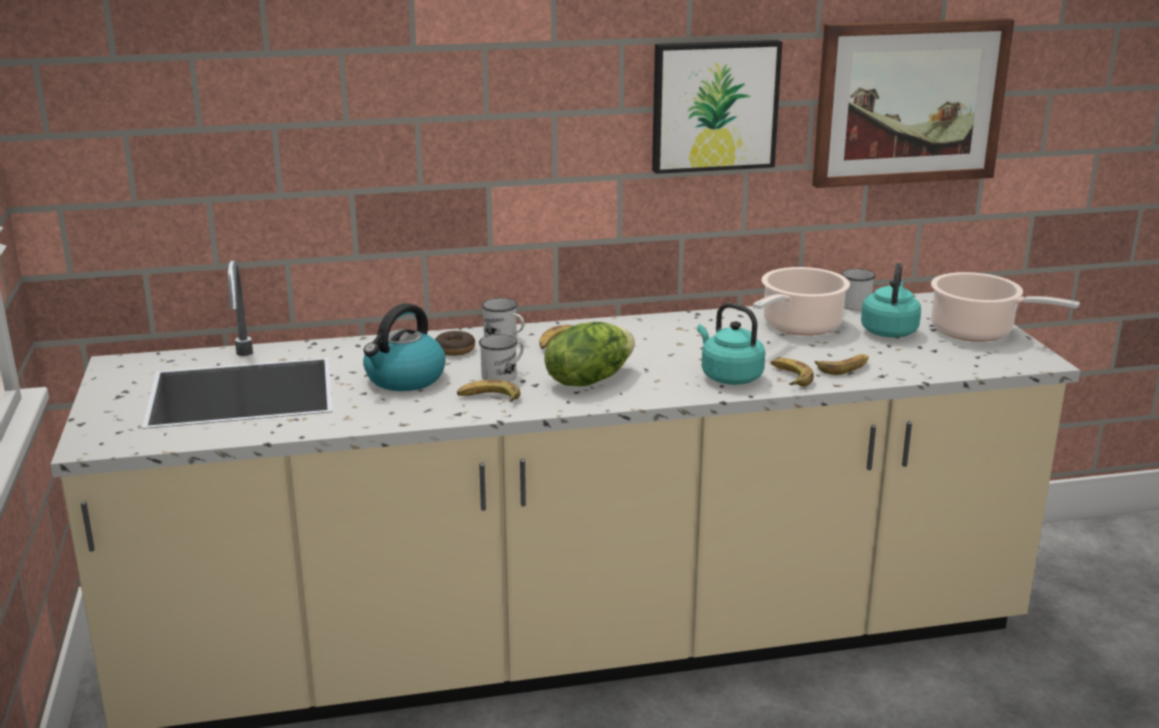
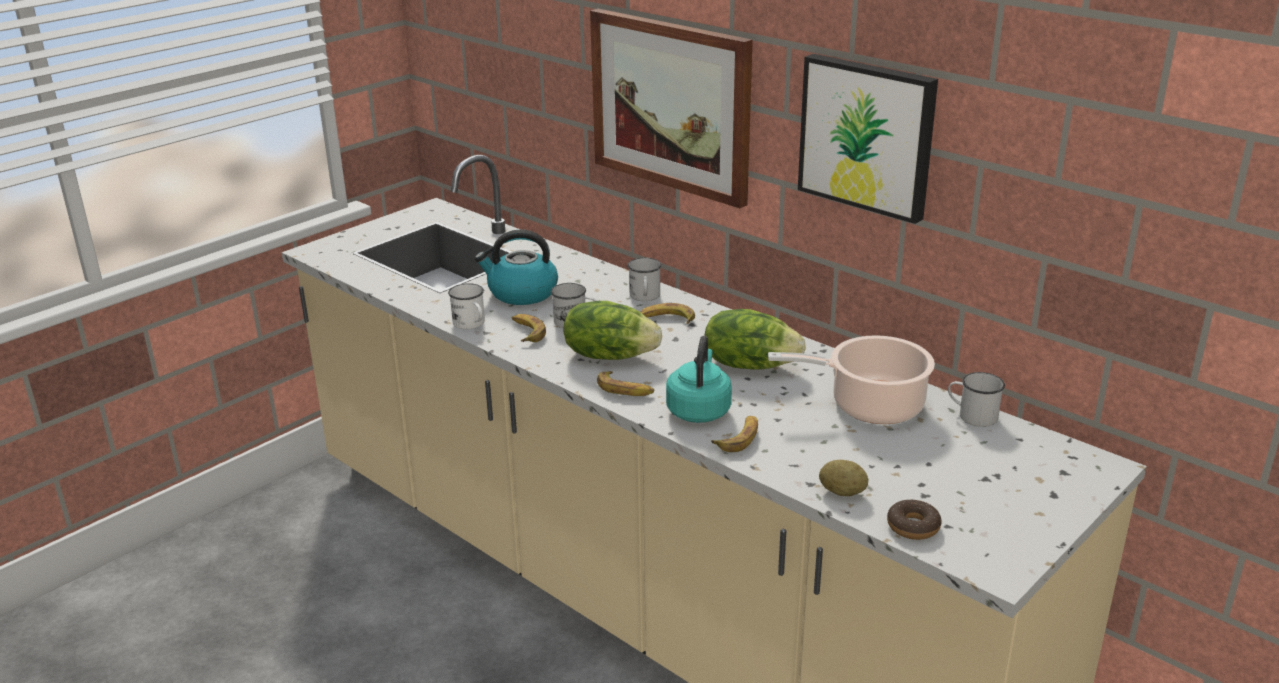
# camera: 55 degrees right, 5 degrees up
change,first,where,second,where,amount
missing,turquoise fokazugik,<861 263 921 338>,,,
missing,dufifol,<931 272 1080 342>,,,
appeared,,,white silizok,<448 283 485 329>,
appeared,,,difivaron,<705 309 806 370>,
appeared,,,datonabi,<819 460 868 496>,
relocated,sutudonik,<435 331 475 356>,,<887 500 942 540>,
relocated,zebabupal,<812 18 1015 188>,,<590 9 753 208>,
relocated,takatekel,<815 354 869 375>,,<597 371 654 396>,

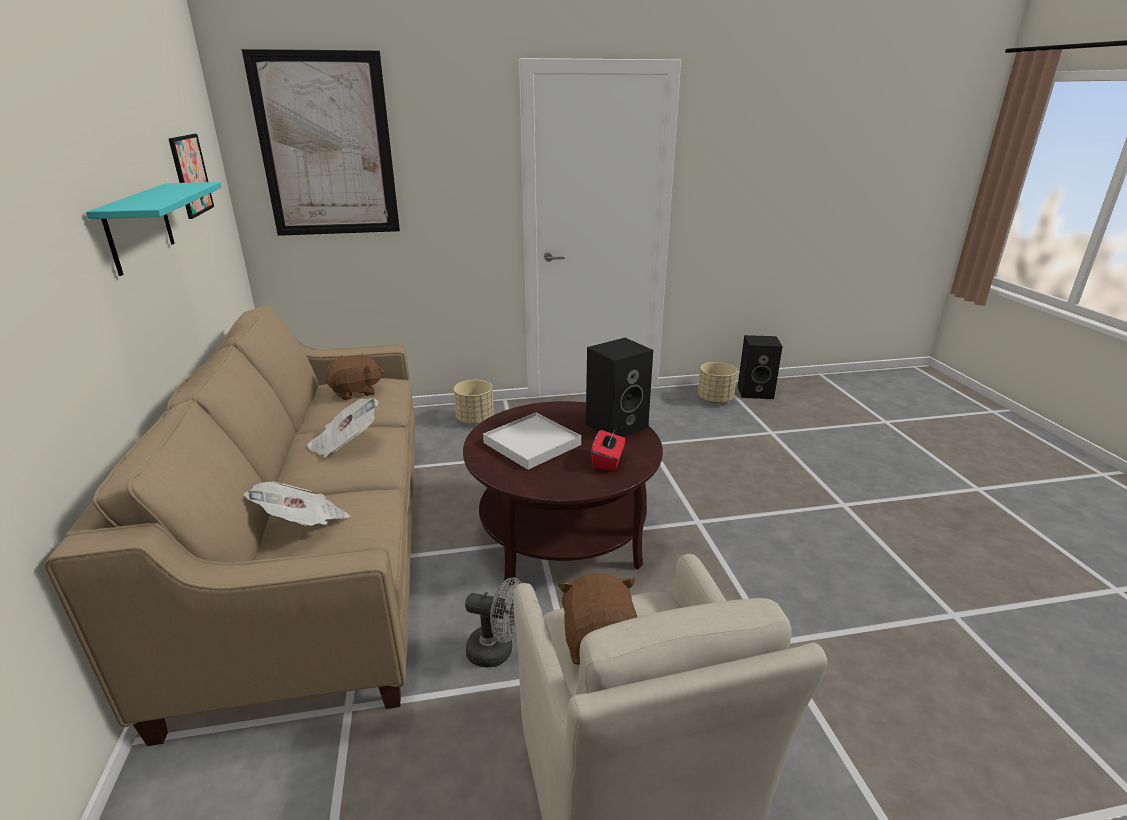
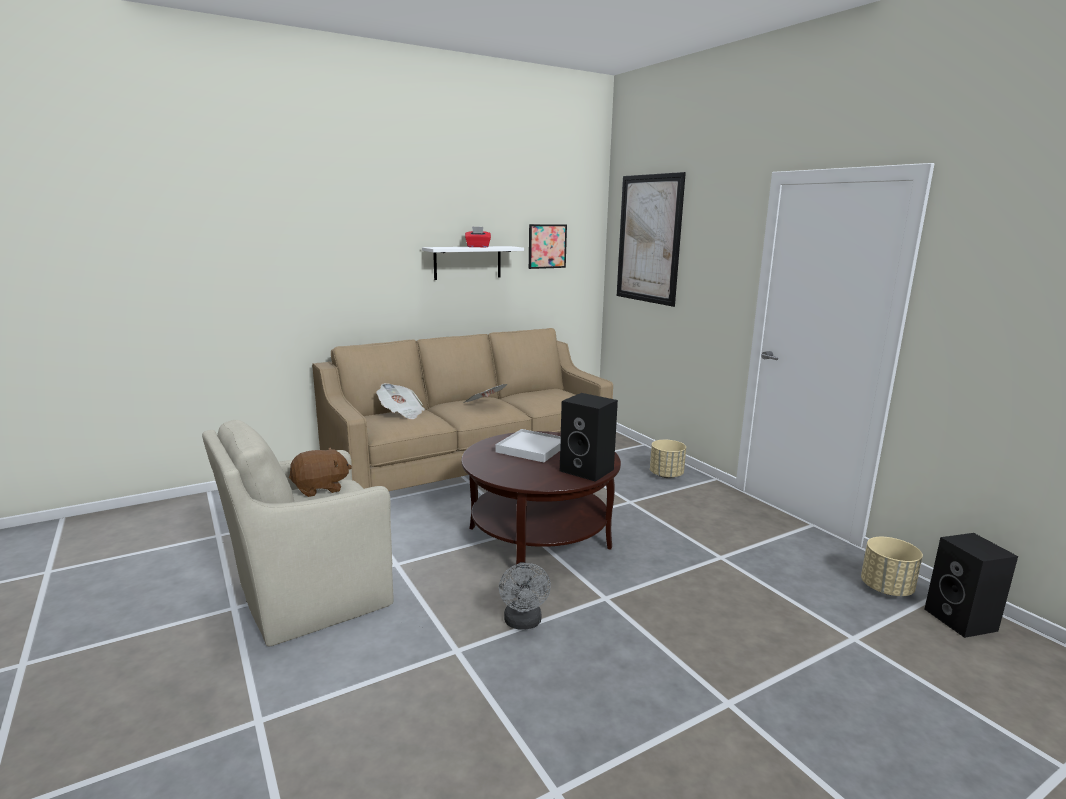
# camera: 70 degrees right, 10 degrees down
change,first,where,second,where,amount
missing,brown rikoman,<325 353 384 400>,,,
relocated,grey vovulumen,<465 578 521 667>,,<499 562 551 630>,
relocated,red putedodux,<591 429 625 471>,,<465 226 491 248>,
colour,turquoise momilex,<86 182 222 276>,white momilex,<422 246 524 280>,

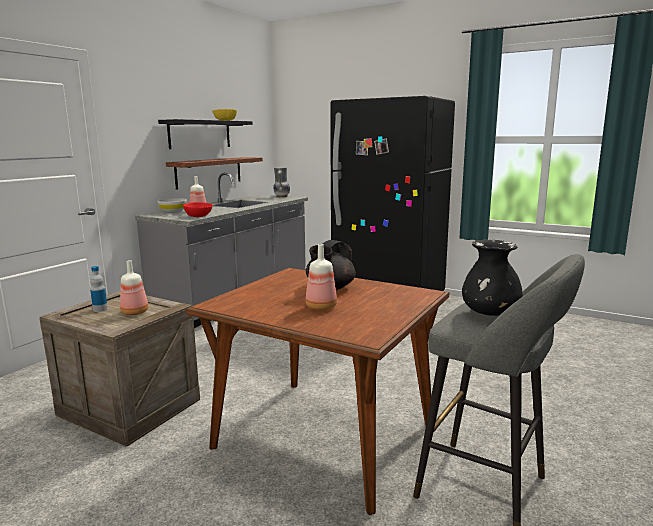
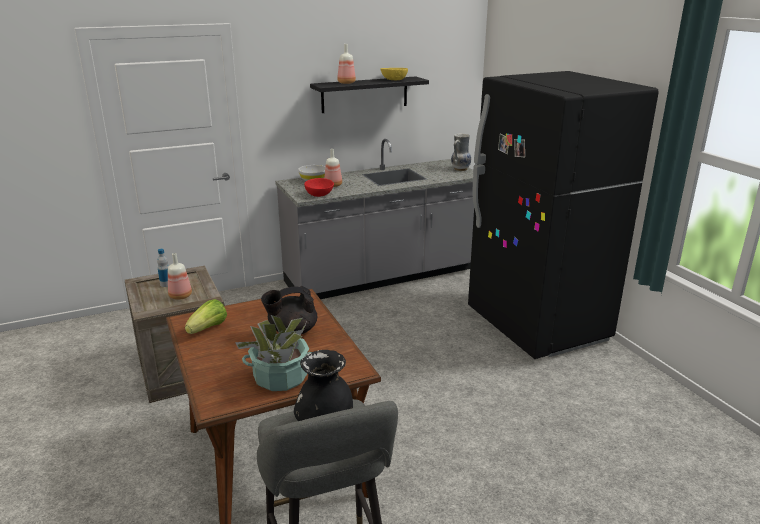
# camera: 35 degrees right, 10 degrees up
change,first,where,second,where,amount
missing,momilex,<166 157 263 190>,,,
appeared,,,difivaron,<185 299 227 334>,
appeared,,,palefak,<235 315 312 391>,
relocated,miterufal,<306 244 337 310>,,<337 44 356 84>,

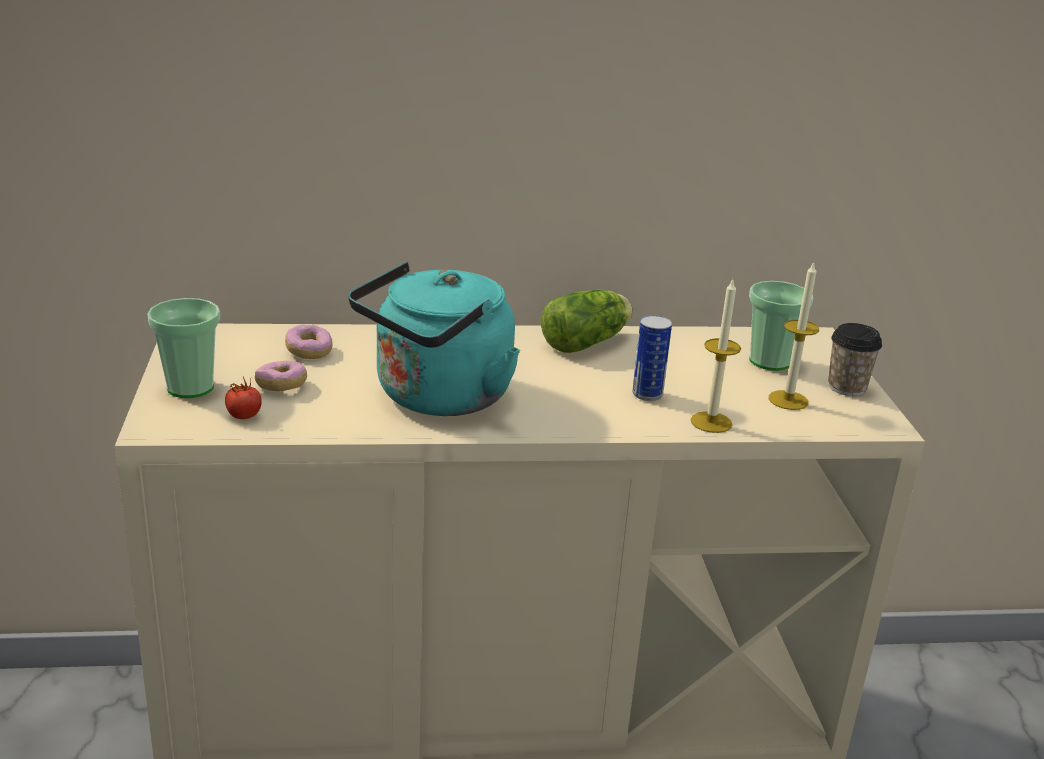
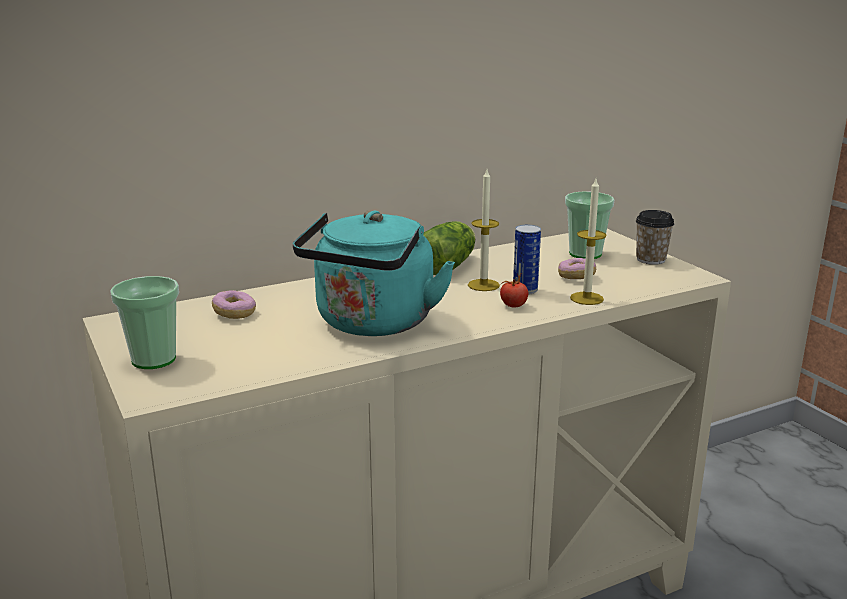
# camera: 20 degrees left, 5 degrees down
change,first,where,second,where,amount
relocated,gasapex,<225 376 262 419>,,<500 274 528 307>,
relocated,sutudonik,<255 361 307 391>,,<558 258 596 279>,
relocated,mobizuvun,<768 262 819 410>,,<468 170 500 291>,

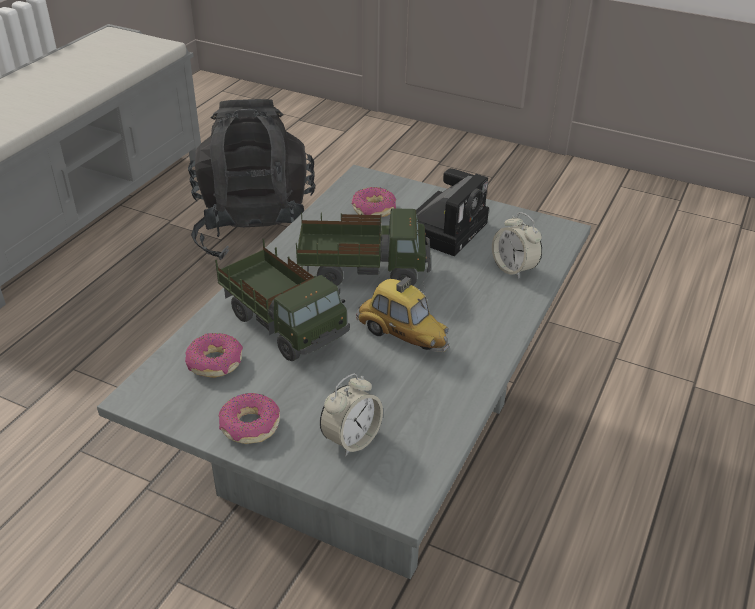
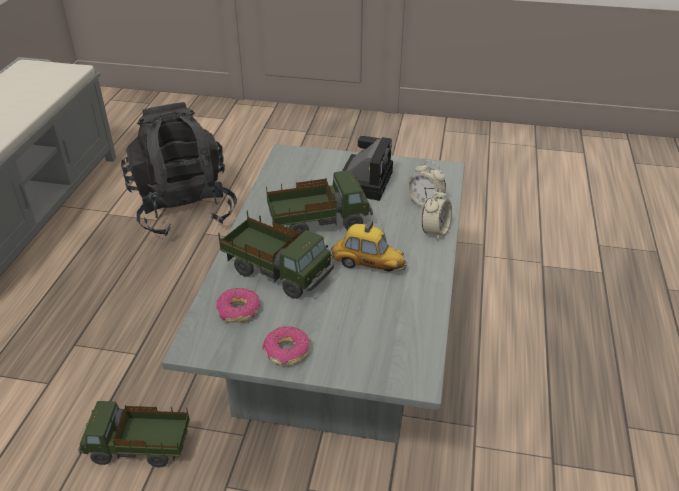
# camera: 15 degrees left, 0 degrees up
change,first,where,second,where,amount
missing,sutudonik,<352 187 396 217>,,,
appeared,,,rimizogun,<78 401 190 467>,
relocated,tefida,<320 373 383 457>,,<422 188 452 241>,

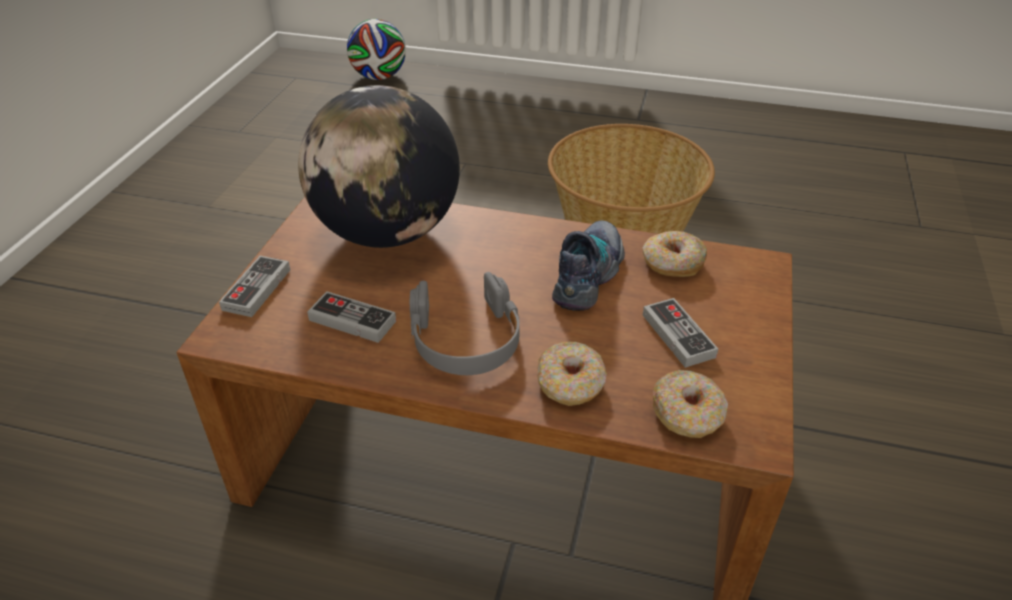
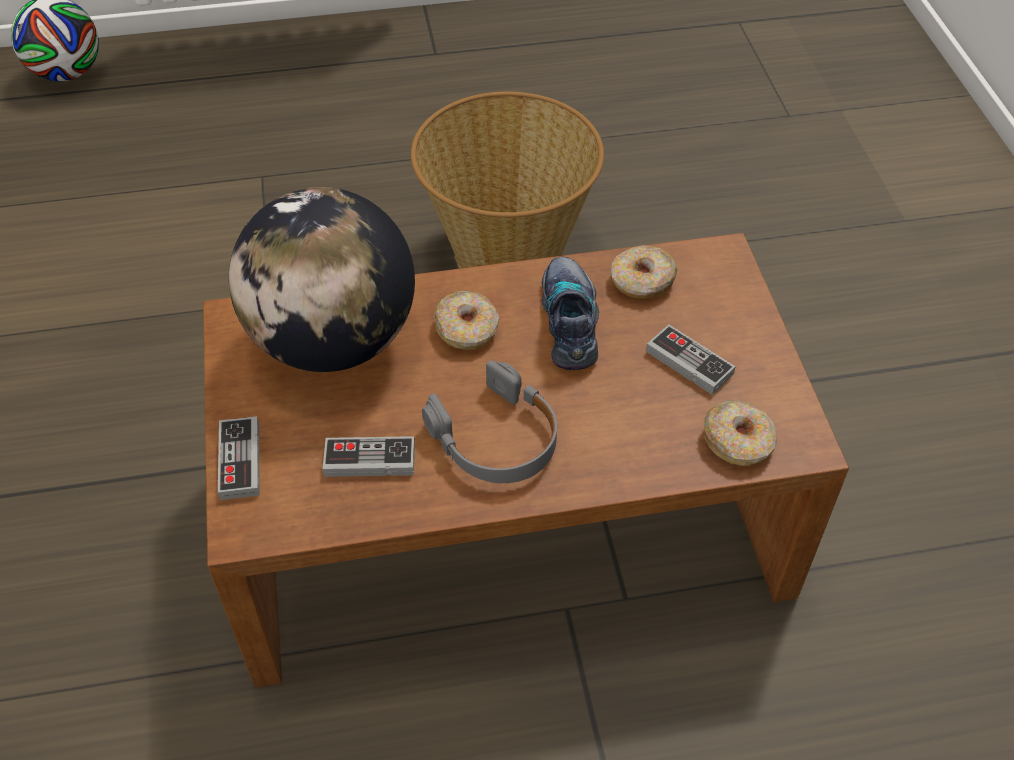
# camera: 25 degrees left, 10 degrees up
change,first,where,second,where,amount
relocated,sutudonik,<537 342 607 406>,,<433 291 499 350>,

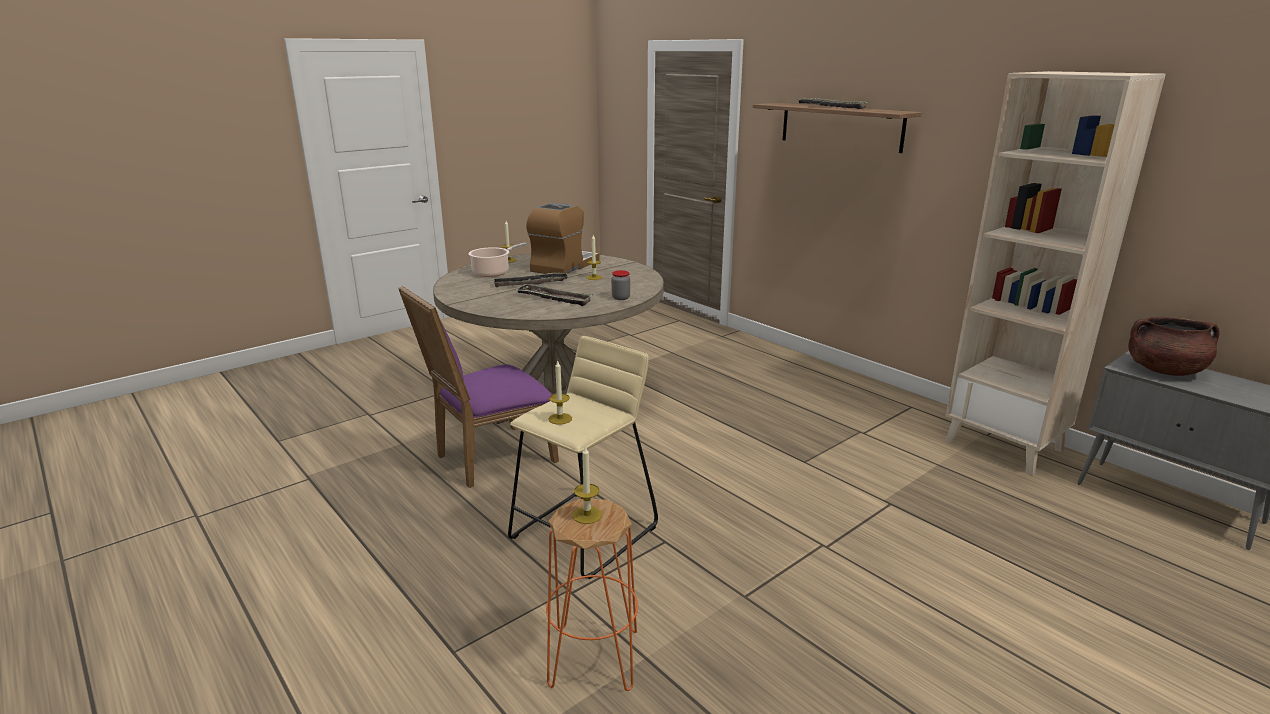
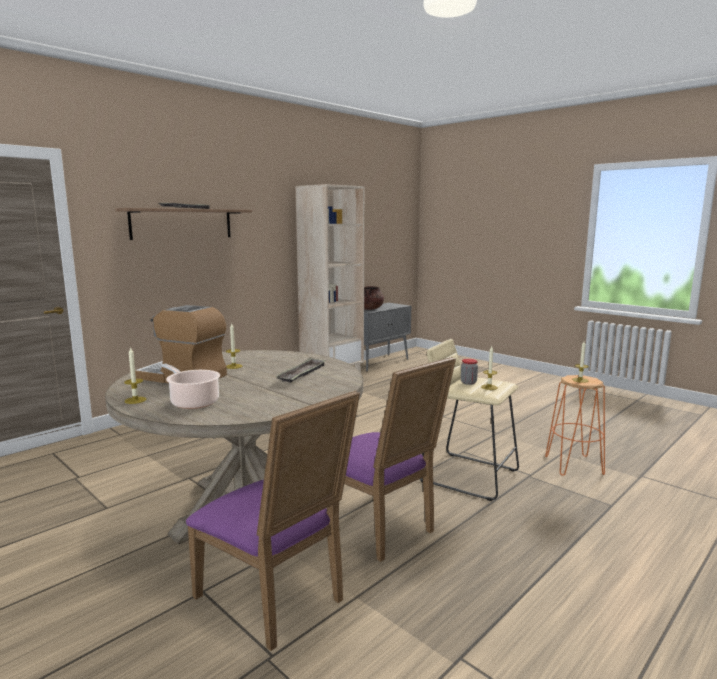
# camera: 95 degrees left, 10 degrees down
change,first,where,second,where,amount
missing,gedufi,<492 273 569 287>,,,
appeared,,,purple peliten,<186 390 360 651>,
relocated,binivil,<612 270 630 300>,,<461 359 478 385>,

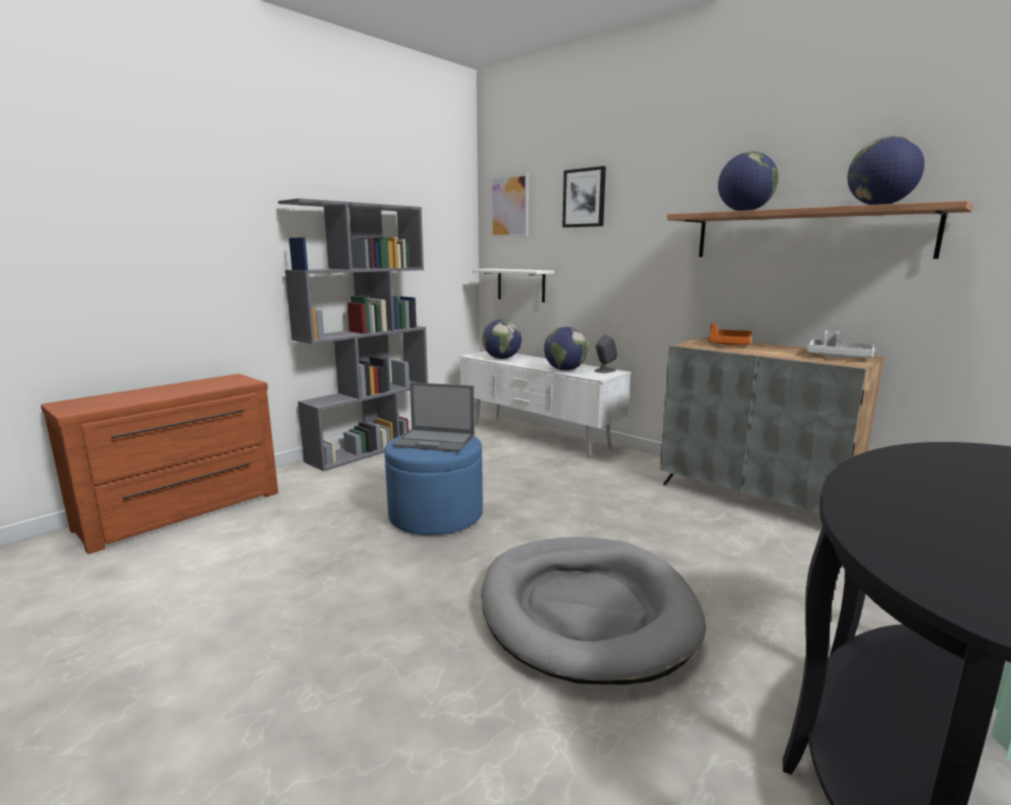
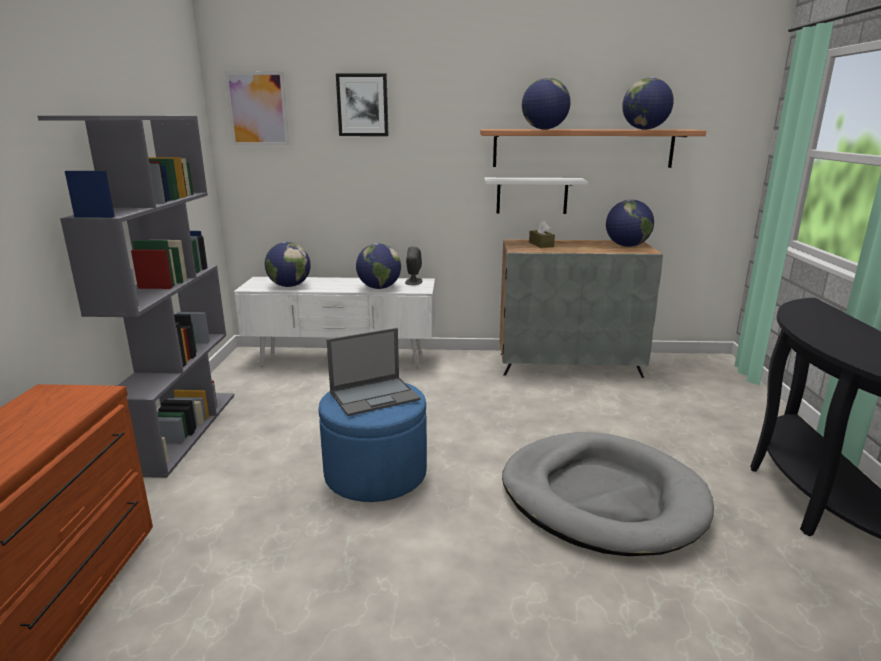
# camera: 40 degrees left, 5 degrees up
change,first,where,second,where,amount
relocated,white momilex,<472 269 555 302>,,<484 178 588 214>,
exchanged,orange gedufi,<709 324 752 345>,brown putedodux,<529 221 555 248>,
exchanged,white gedufi,<807 330 874 358>,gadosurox,<606 200 654 247>,

